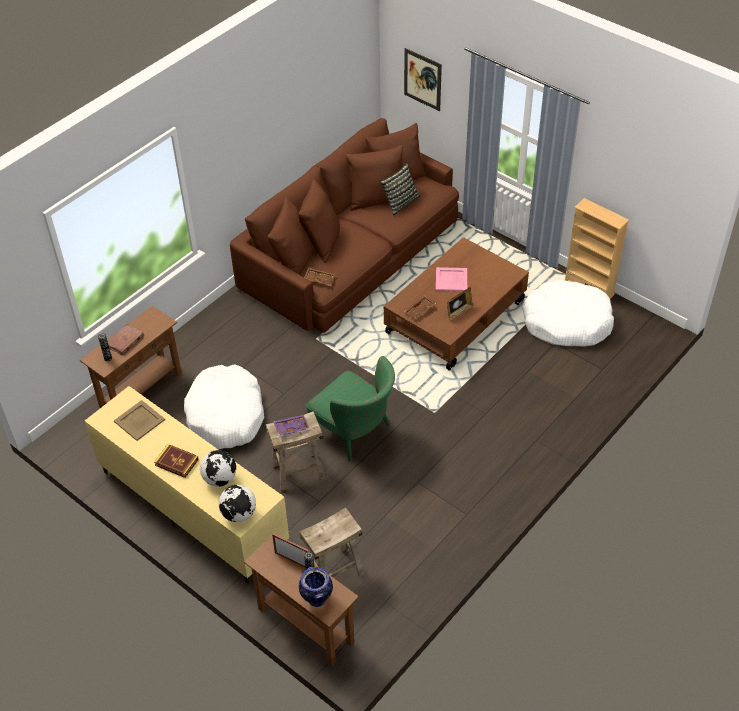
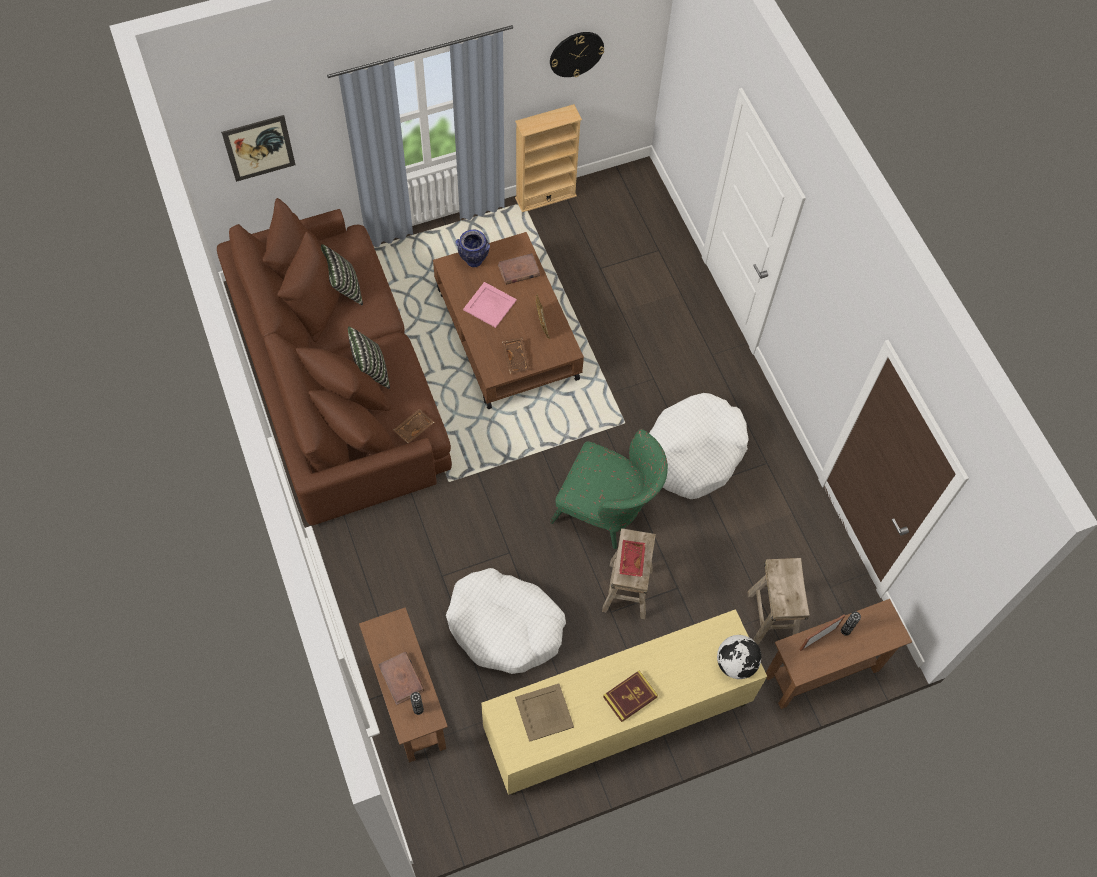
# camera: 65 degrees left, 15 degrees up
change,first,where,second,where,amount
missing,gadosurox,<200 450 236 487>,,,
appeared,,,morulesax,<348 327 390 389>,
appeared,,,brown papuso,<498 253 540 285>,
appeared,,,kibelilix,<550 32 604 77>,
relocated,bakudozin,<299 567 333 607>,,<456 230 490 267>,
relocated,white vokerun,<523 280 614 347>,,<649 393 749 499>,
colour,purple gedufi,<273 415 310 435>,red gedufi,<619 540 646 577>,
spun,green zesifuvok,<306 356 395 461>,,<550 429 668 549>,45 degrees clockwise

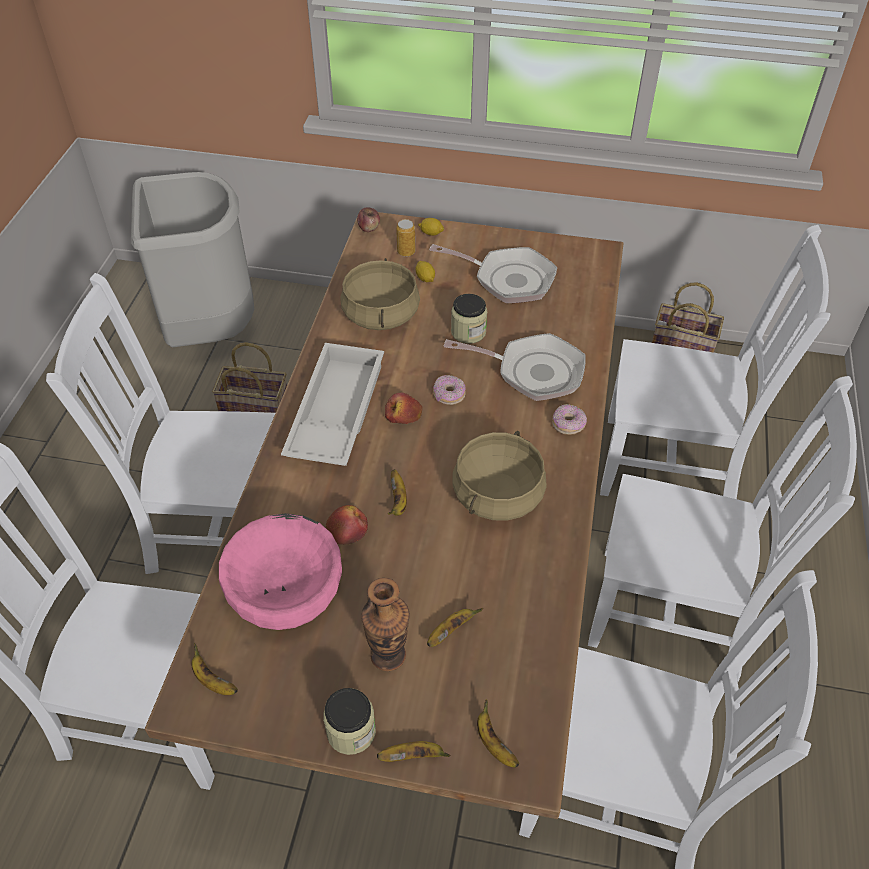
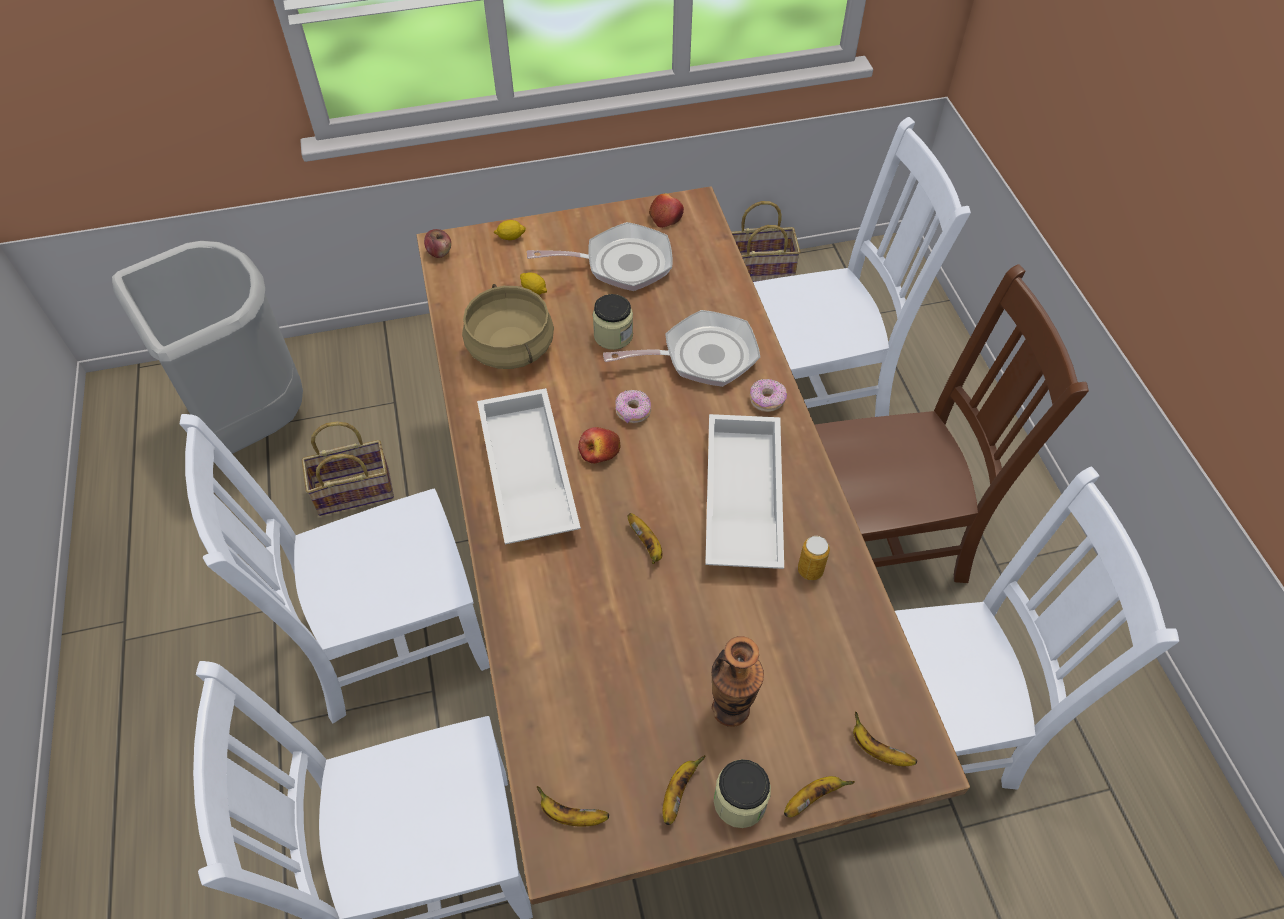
# camera: 25 degrees left, 5 degrees up
change,first,where,second,where,amount
missing,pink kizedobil,<219 513 342 630>,,,
relocated,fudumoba,<326 505 368 545>,,<649 194 684 228>,
relocated,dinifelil,<396 219 415 257>,,<798 536 830 580>,
relocated,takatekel,<427 608 483 647>,,<662 755 706 825>,
exchanged,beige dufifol,<452 431 546 521>,white gedufi,<705 414 784 569>,
colour,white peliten,<588 376 857 682>,brown peliten,<815 264 1089 583>,

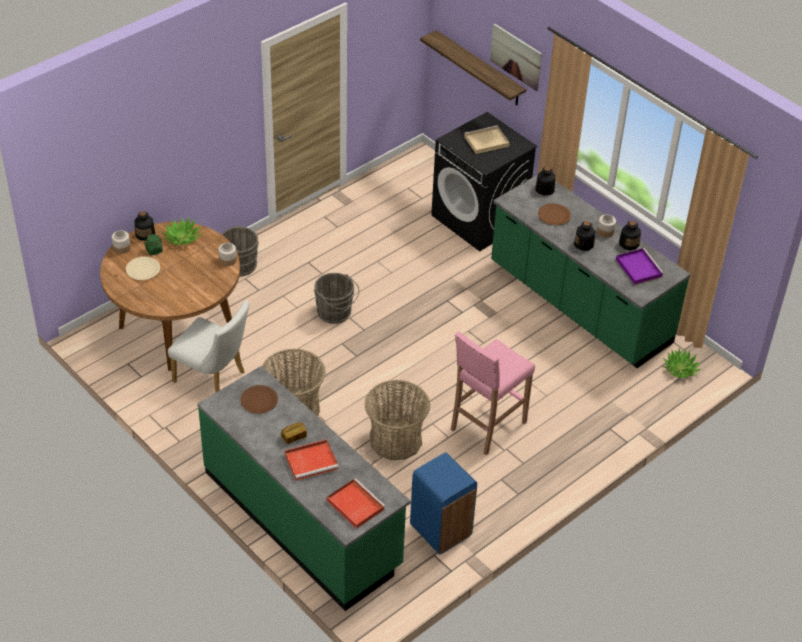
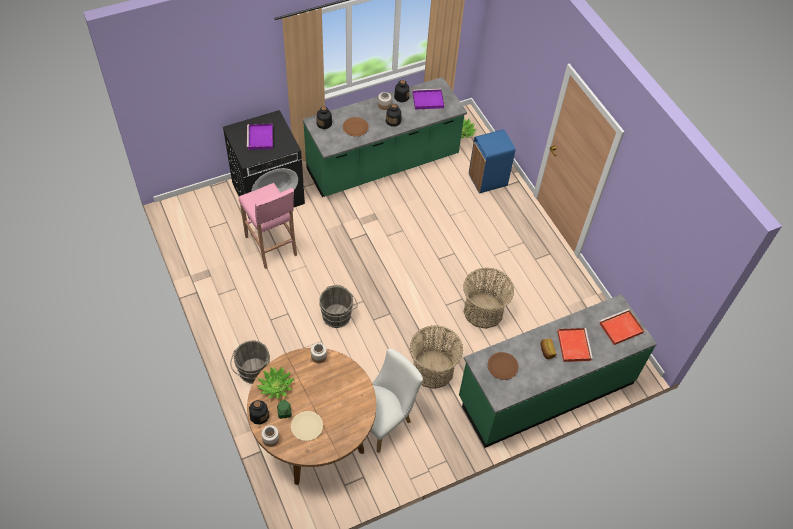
# camera: 75 degrees left, 10 degrees up
change,first,where,second,where,amount
missing,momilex,<420 30 526 105>,,,
missing,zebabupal,<490 24 542 91>,,,
relocated,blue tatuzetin,<410 452 477 554>,,<469 129 515 193>,
relocated,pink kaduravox,<451 332 535 455>,,<239 183 297 269>,
colour,beige gedufi,<464 125 510 154>,purple gedufi,<247 124 273 150>,

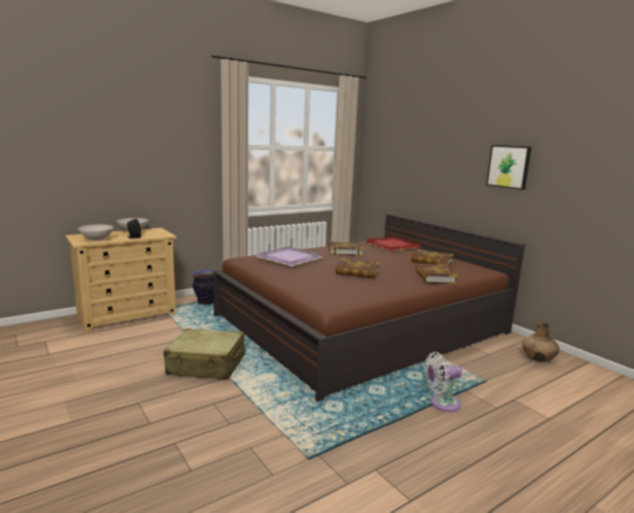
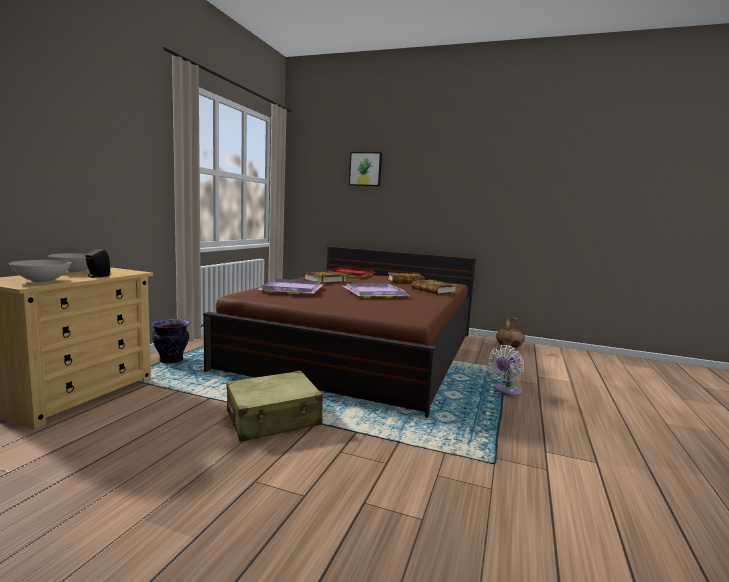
# camera: 35 degrees left, 5 degrees down
change,first,where,second,where,amount
relocated,zebabupal,<486 145 532 190>,,<349 152 382 186>,
exchanged,papuso,<335 259 380 279>,purple gedufi,<343 283 410 298>,

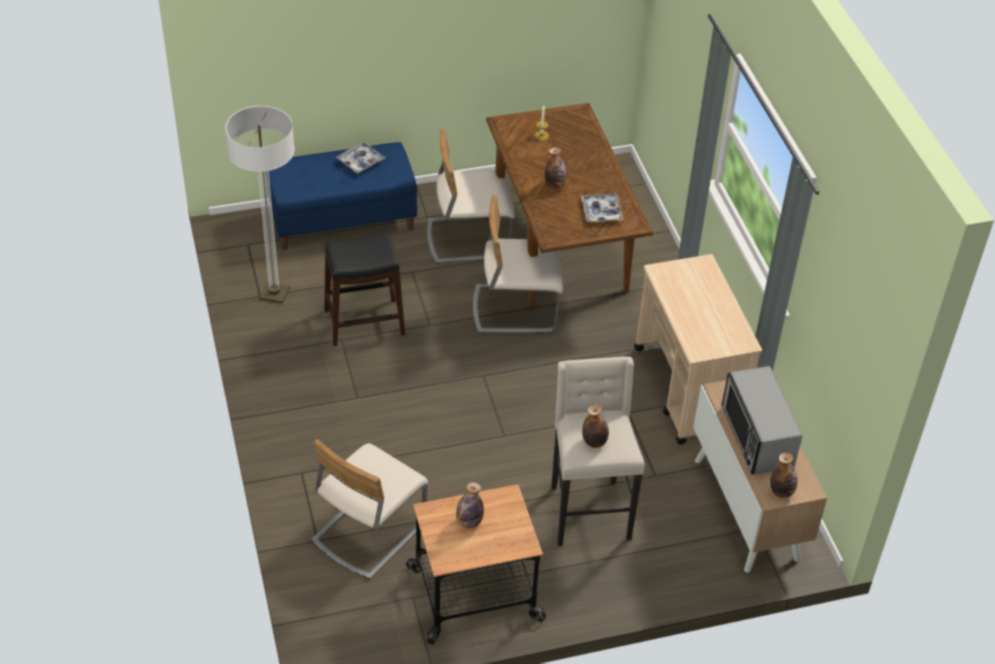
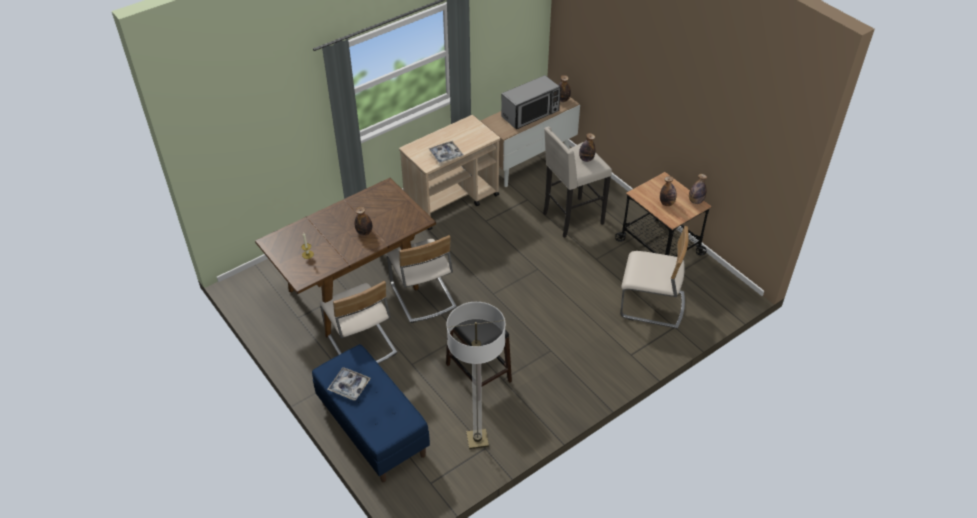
# camera: 110 degrees left, 0 degrees up
change,first,where,second,where,amount
appeared,,,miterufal,<689 174 707 204>,
relocated,gedufi,<581 194 624 223>,,<429 141 463 163>,

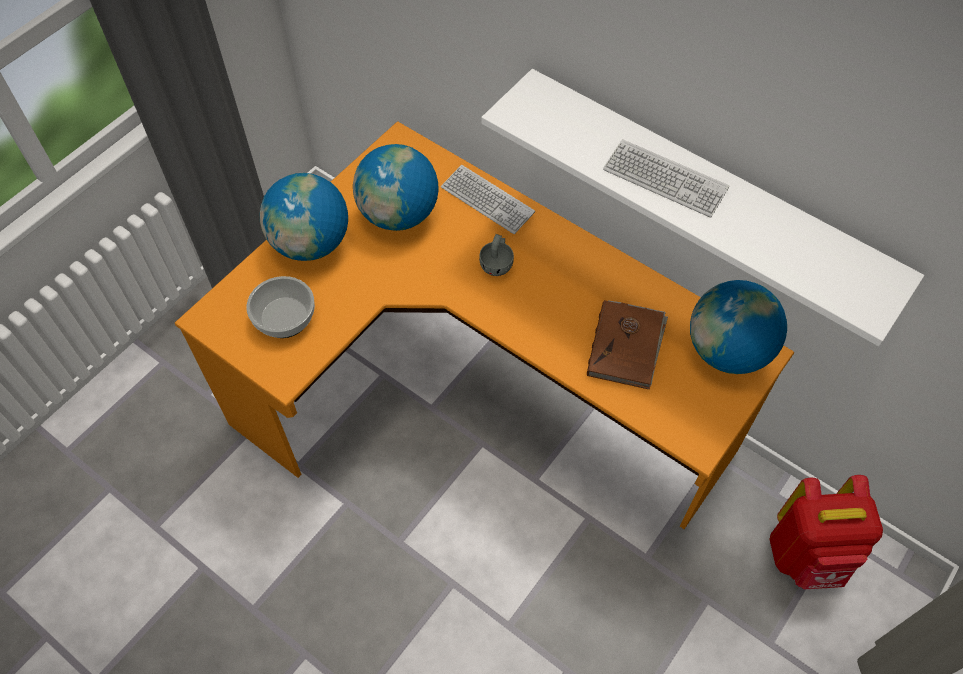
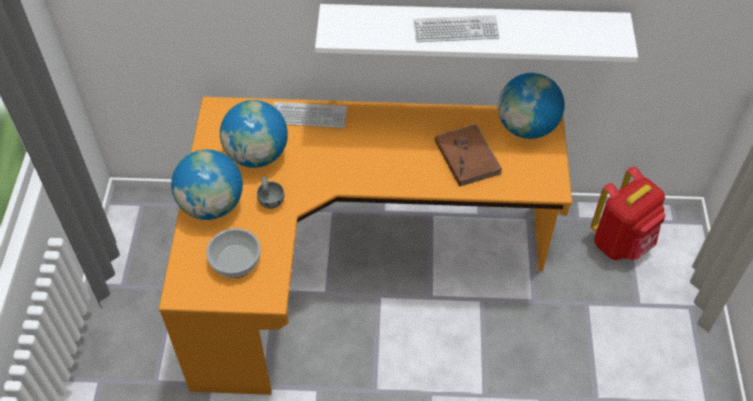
# camera: 35 degrees left, 5 degrees down
change,first,where,second,where,amount
relocated,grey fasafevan,<479 234 514 276>,,<257 177 284 209>,

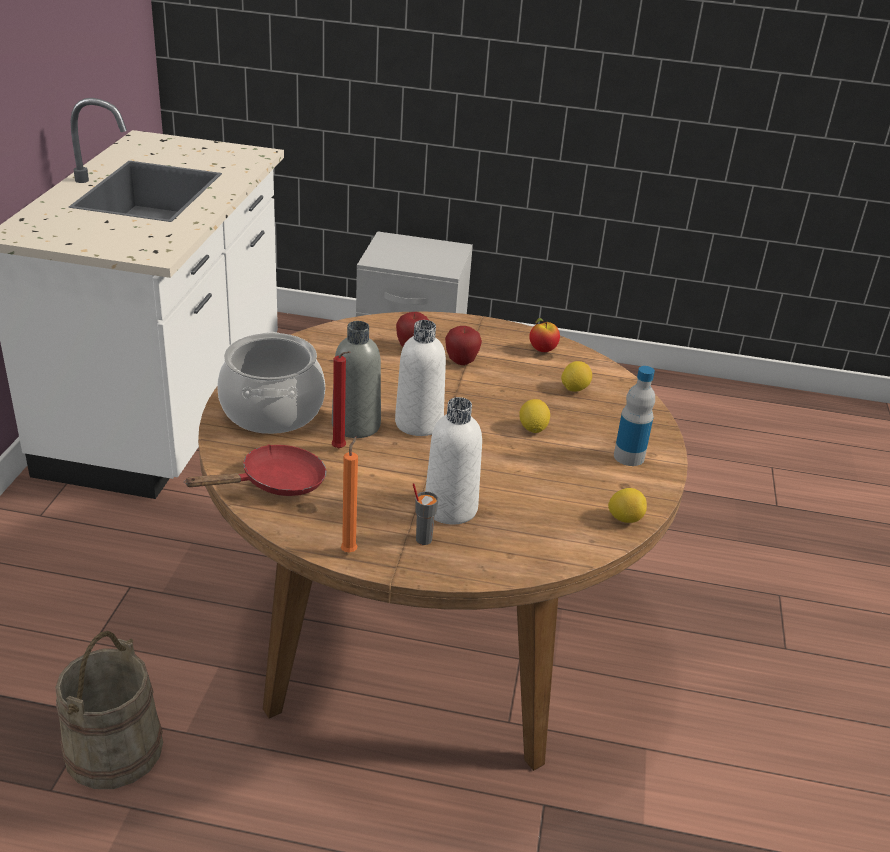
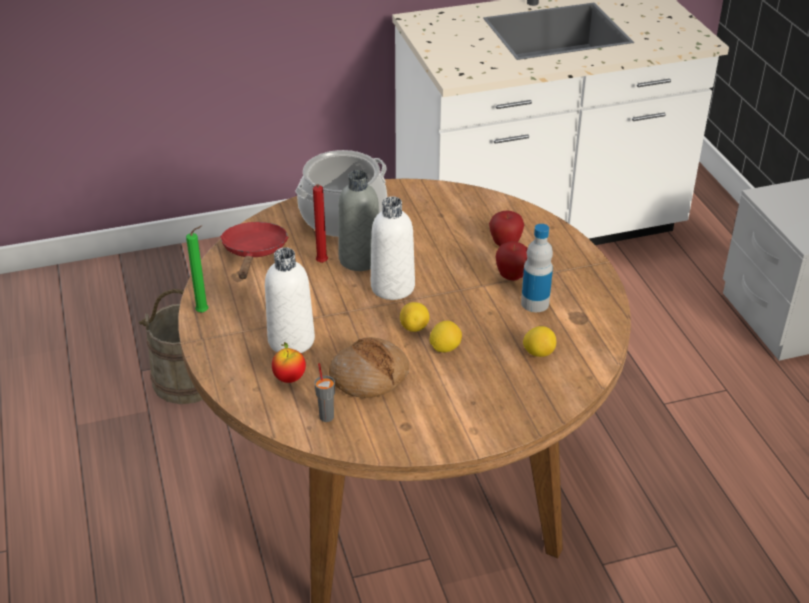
# camera: 65 degrees right, 5 degrees up
change,first,where,second,where,amount
appeared,,,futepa,<329 337 409 398>,
relocated,grey fasafevan,<413 483 438 545>,,<315 363 335 422>,
relocated,fudumoba,<529 318 560 352>,,<272 342 306 383>,
relocated,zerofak,<608 488 647 523>,,<400 302 429 332>,
relocated,miterufal,<614 366 655 466>,,<521 224 553 312>,
colour,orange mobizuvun,<341 437 358 552>,green mobizuvun,<186 225 209 313>,
spun,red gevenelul,<184 444 327 496>,,<220 222 288 279>,120 degrees counterclockwise

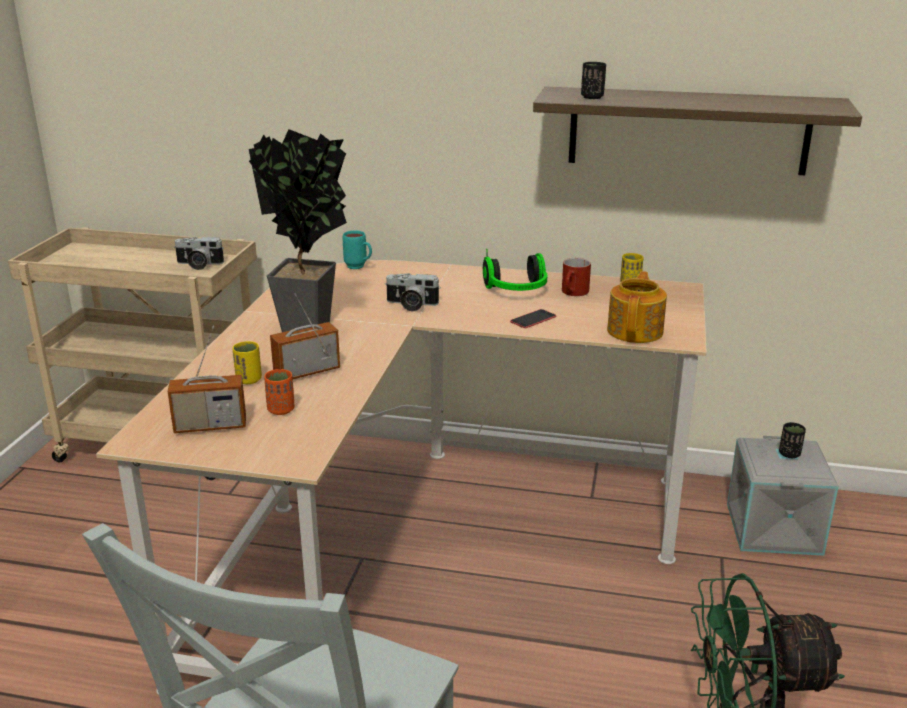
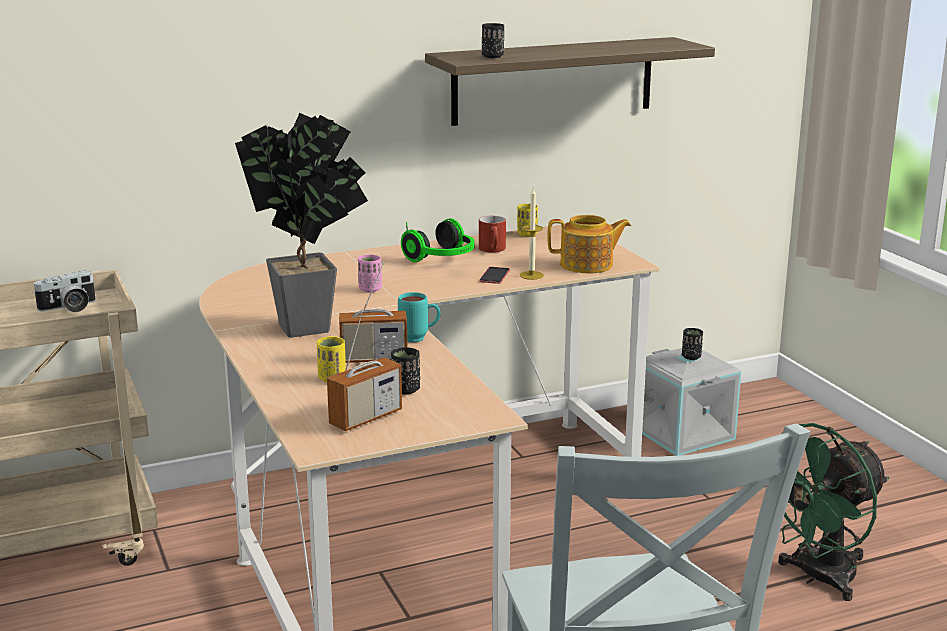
# camera: 35 degrees left, 5 degrees down
change,first,where,second,where,amount
appeared,,,mobizuvun,<520 187 544 280>,
relocated,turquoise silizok,<343 230 372 269>,,<398 292 441 342>,
exchanged,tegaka,<385 273 441 311>,pink fasafevan,<358 254 382 292>,
colour,orange fasafevan,<264 369 294 415>,black fasafevan,<391 347 420 394>,
spun,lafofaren,<270 293 340 379>,,<339 262 407 363>,120 degrees counterclockwise
spun,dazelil,<607 271 667 343>,,<547 215 631 273>,105 degrees clockwise

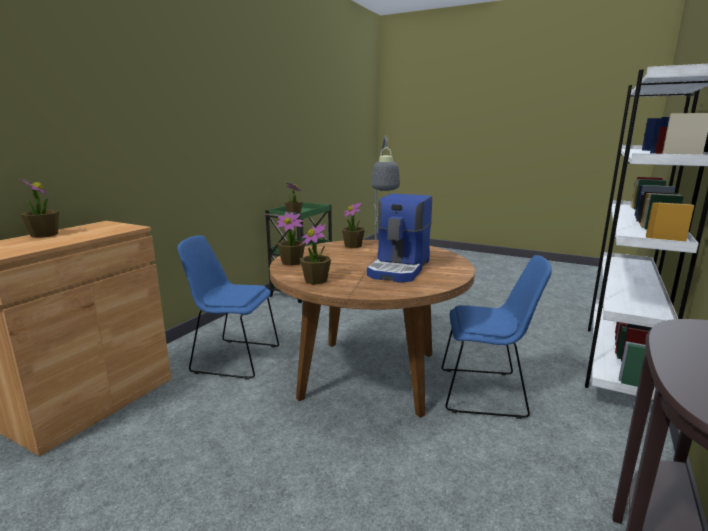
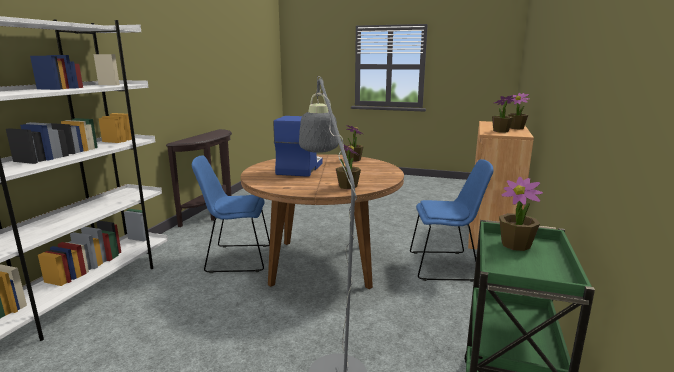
# camera: 170 degrees right, 0 degrees up
change,first,where,second,where,amount
relocated,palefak,<276 212 305 266>,,<492 95 516 133>,

